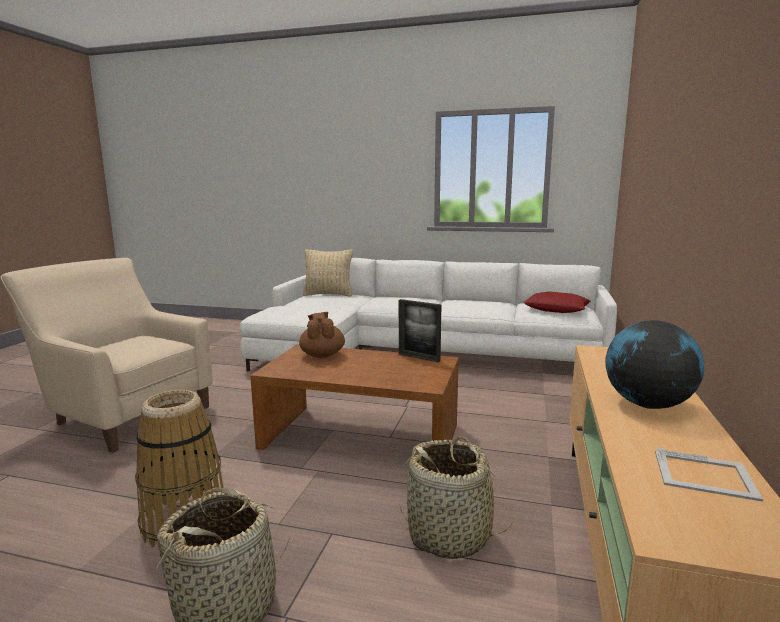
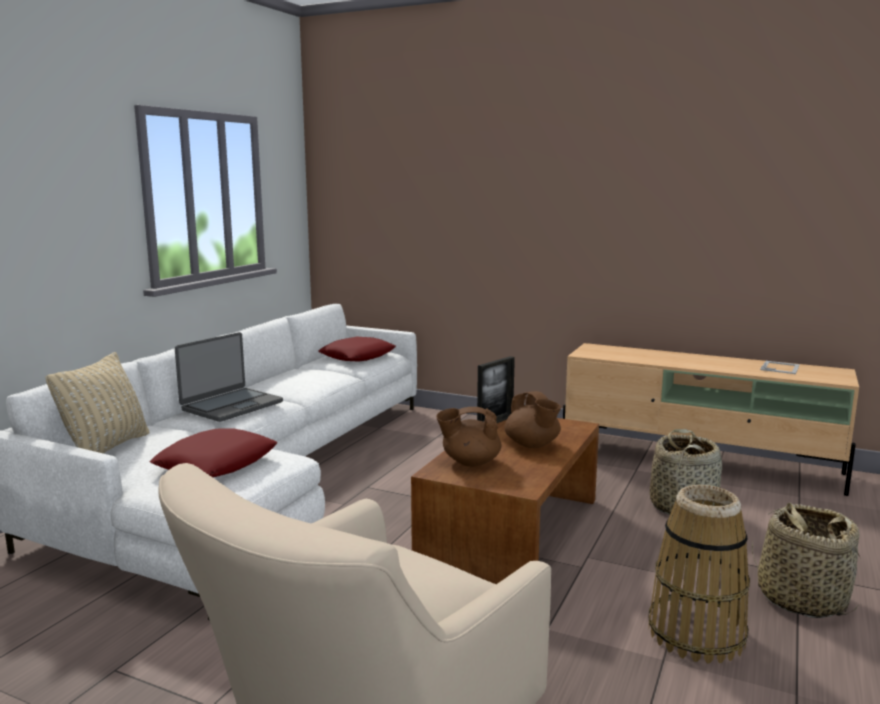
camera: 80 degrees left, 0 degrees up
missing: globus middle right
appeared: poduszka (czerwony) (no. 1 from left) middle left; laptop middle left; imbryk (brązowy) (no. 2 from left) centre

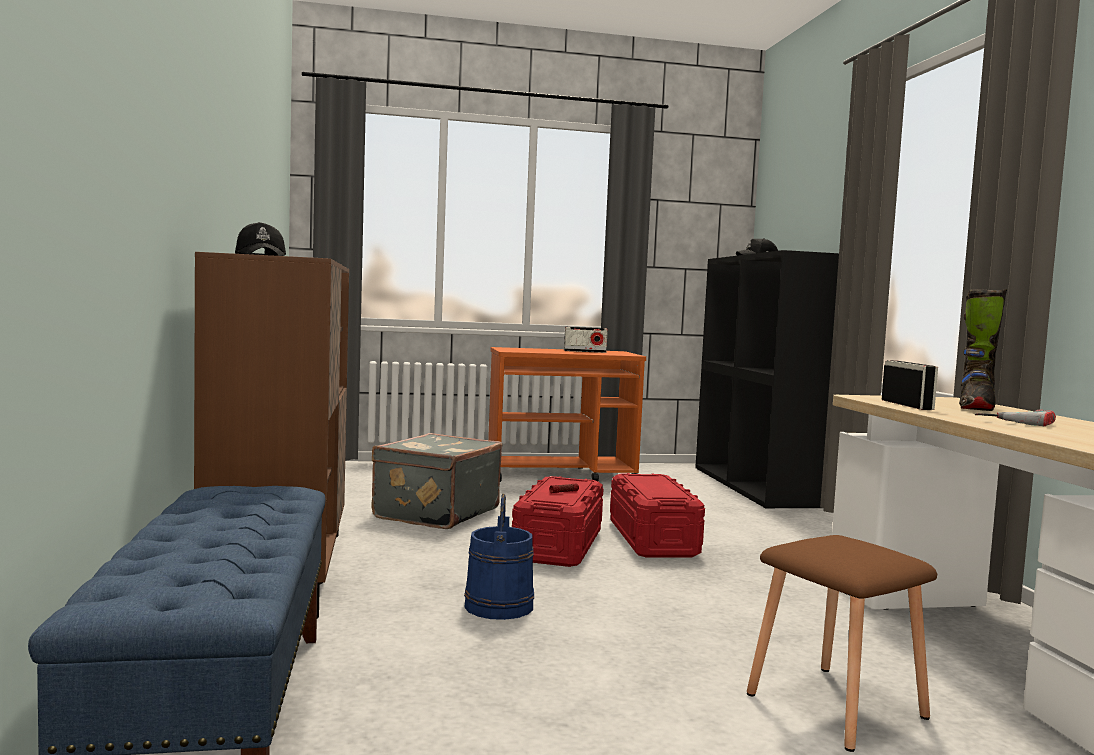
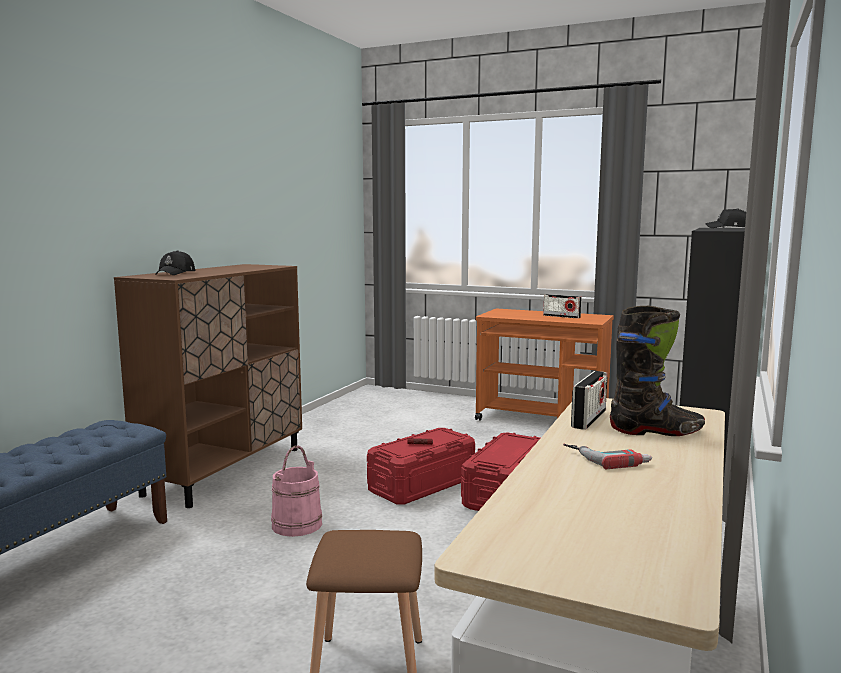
camera: 35 degrees right, 5 degrees up
missing: walizka (szary) centre
colour: wiadro (niebieski) bottom centre to wiadro (różowy) bottom centre
spun: but z cholewką (czarny) middle right = middle right 150 degrees counterclockwise

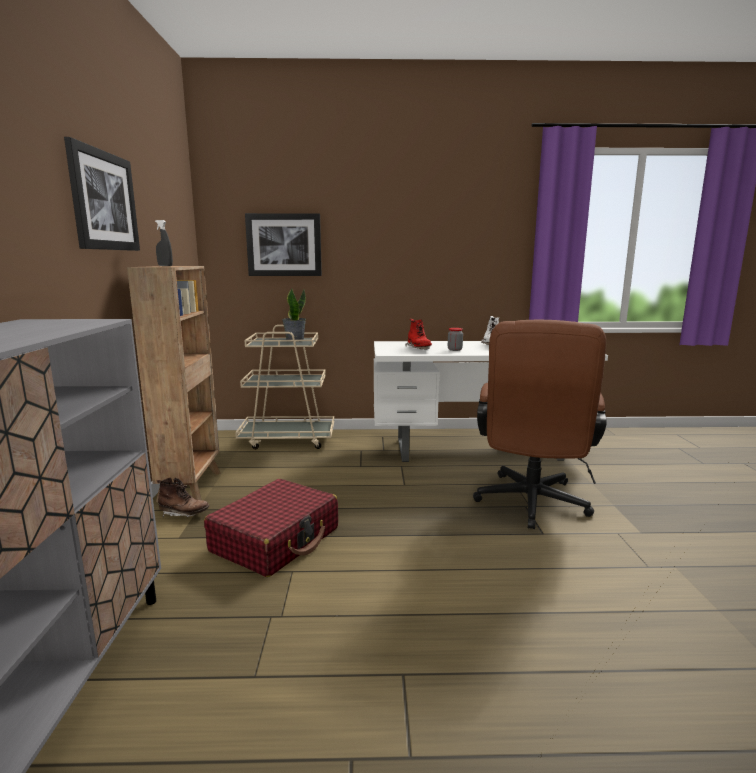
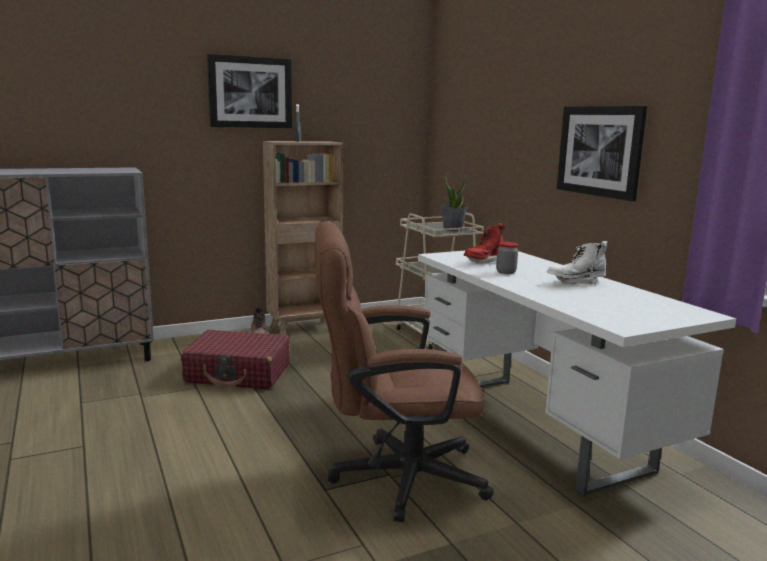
camera: 65 degrees right, 0 degrees up
relocated: obraz (no. 2 from left) top centre to top right

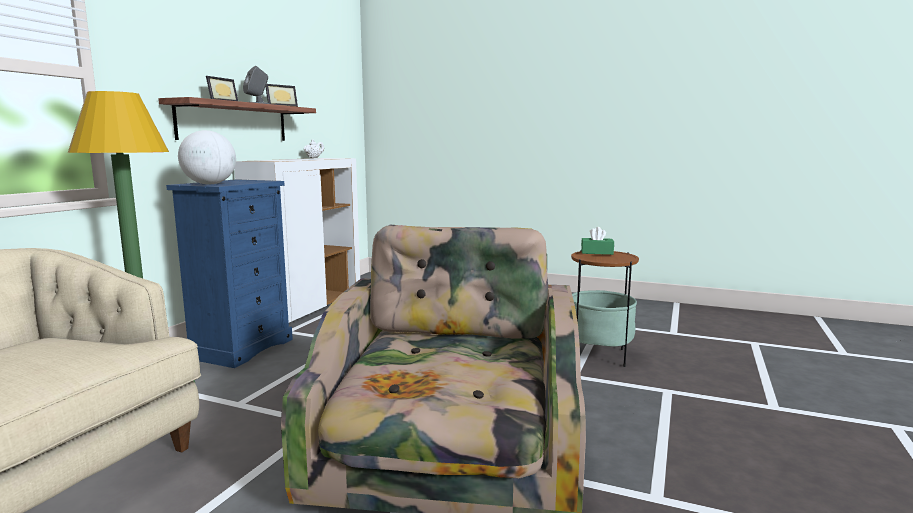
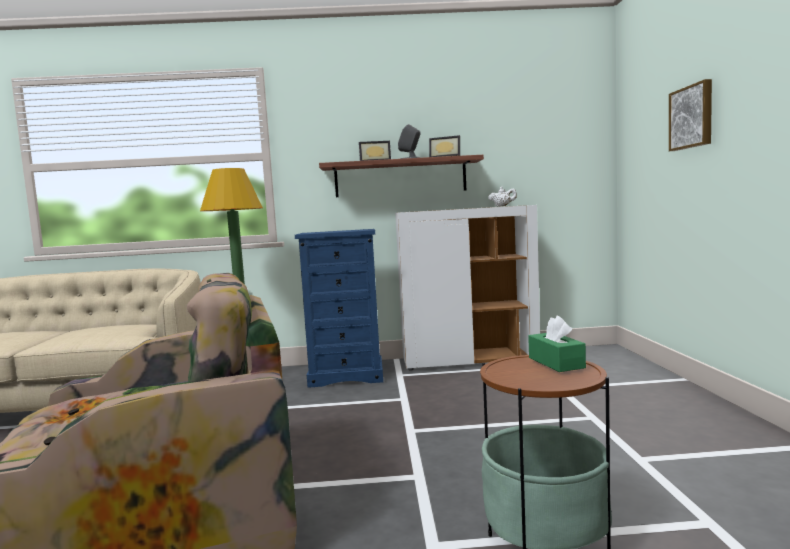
camera: 65 degrees right, 5 degrees down
missing: globus top left
appeared: obraz top right

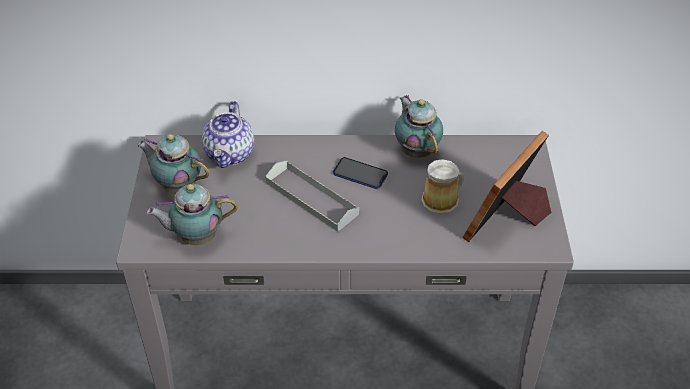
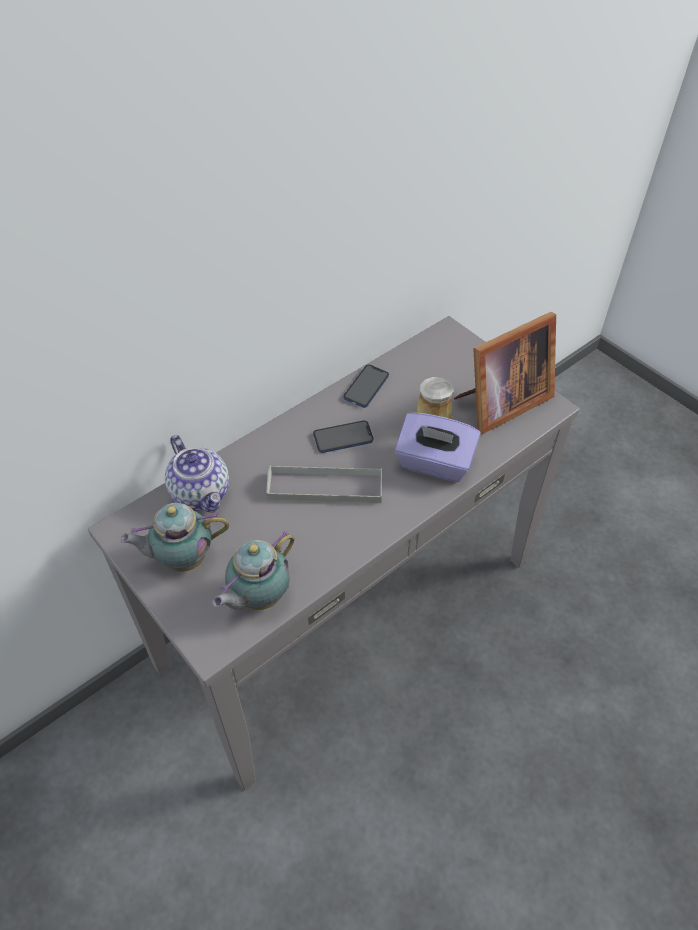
camera: 40 degrees left, 5 degrees up
appeared: pudełko chusteczek (fioletowy) centre
exchanged: imbryk (no. 4 from left) top centre to telefon (no. 2 from left) centre
spun: ramka na zdjęcie middle right = middle right 120 degrees counterclockwise

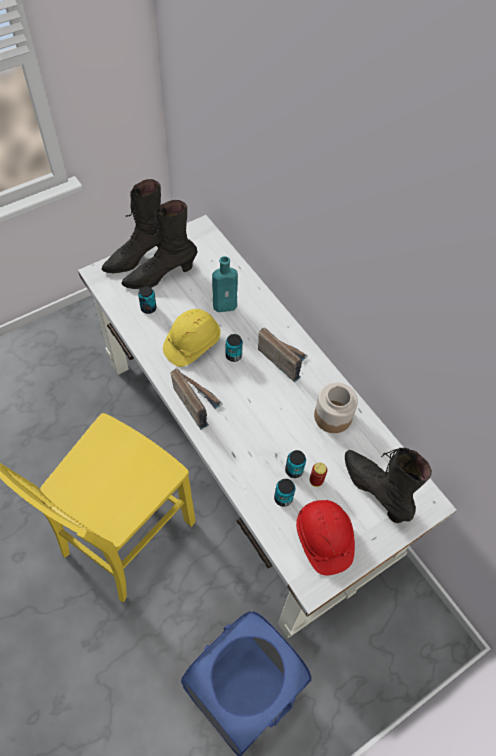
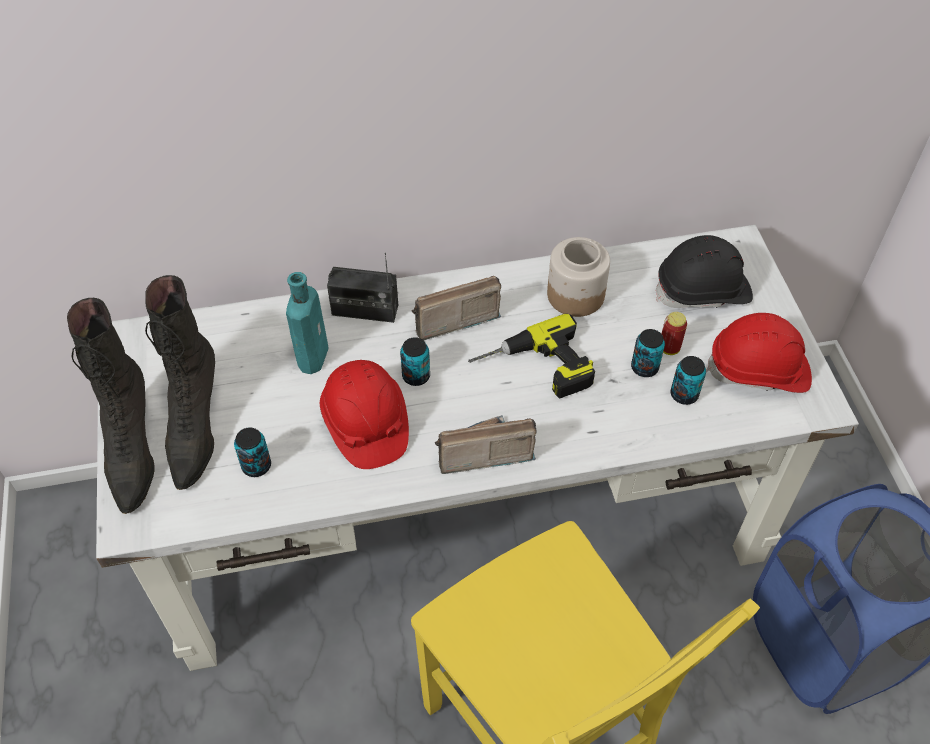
camera: 65 degrees left, 5 degrees down
appeared: radio (no. 1 from left) centre; wiertarka centre
exchanged: but z cholewką (czarny) (no. 3 from left) middle right to kask (czarny) middle right
colour: kask (żółty) centre to kask (czerwony) (no. 1 from left) centre

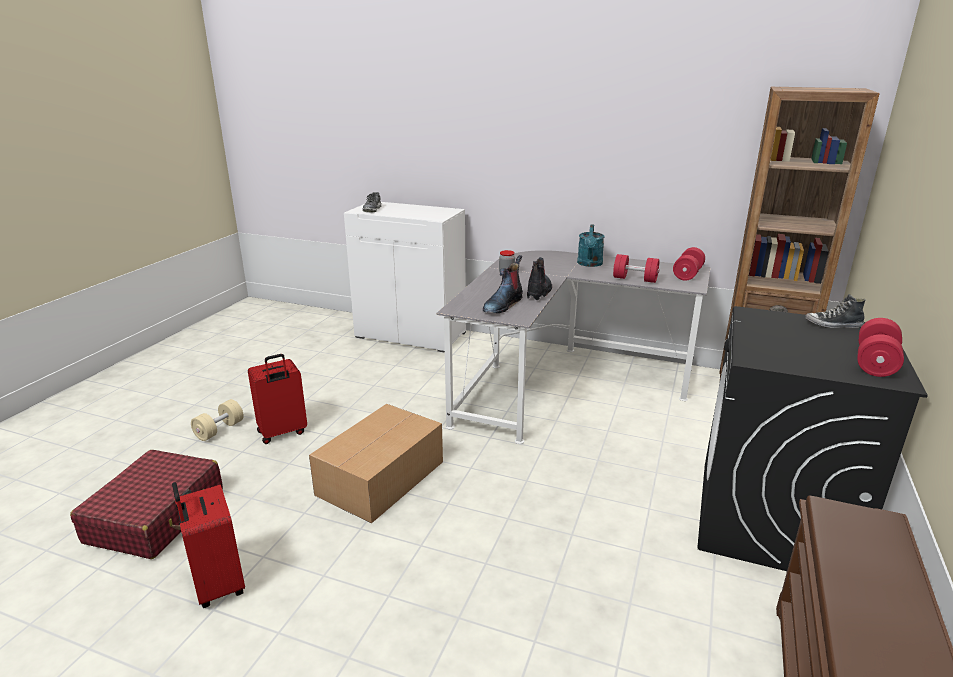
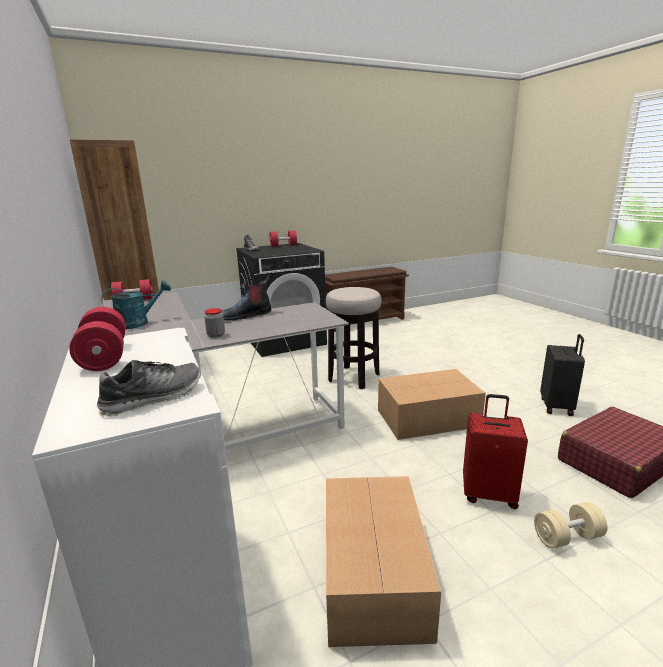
camera: 135 degrees left, 5 degrees down
missing: but z cholewką (no. 1 from left) centre
appeared: stołek centre; karton (no. 1 from left) bottom centre
relocated: hantel (czerwony) (no. 1 from left) middle right to middle left
colour: walizka (czerwony) (no. 2 from left) bottom left to walizka (czarny) middle right

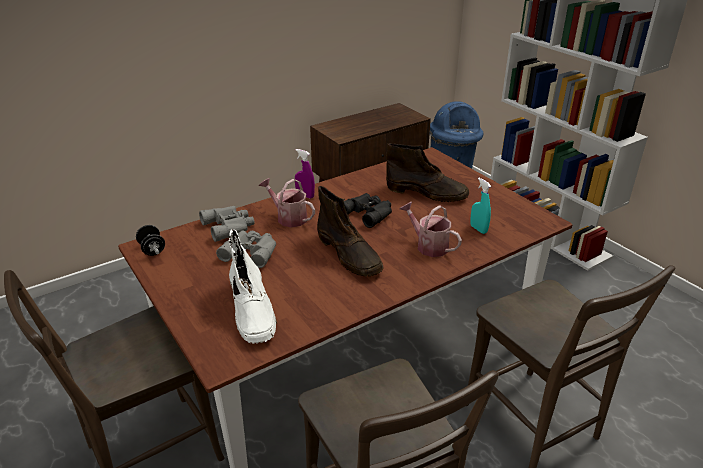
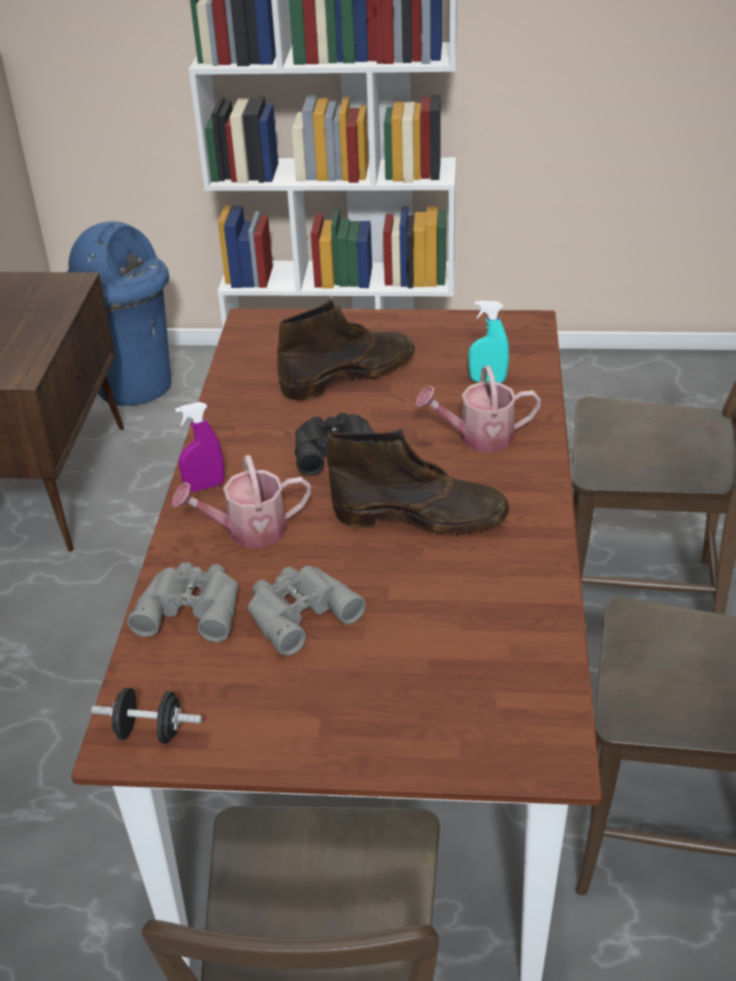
camera: 50 degrees left, 5 degrees up
missing: but z cholewką (biały) centre

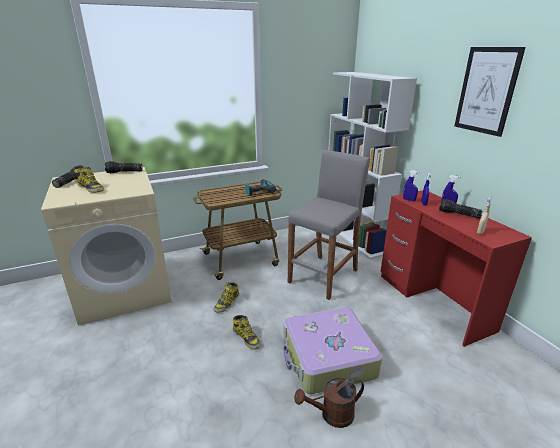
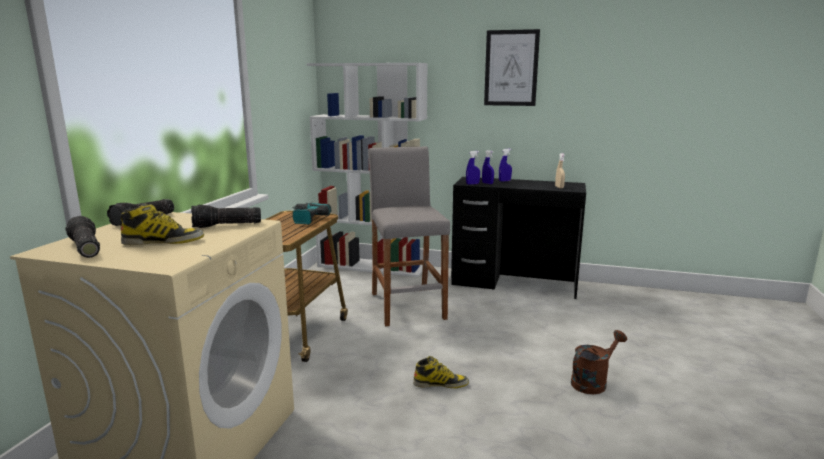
camera: 50 degrees left, 10 degrees down
missing: but z cholewką (no. 2 from left) centre; walizka bottom centre
relocated: latarka (no. 3 from left) middle right to middle left
colour: biurko (czerwony) middle right to biurko (czarny) centre
spun: konewka (brązowy) bottom centre = bottom right 150 degrees counterclockwise

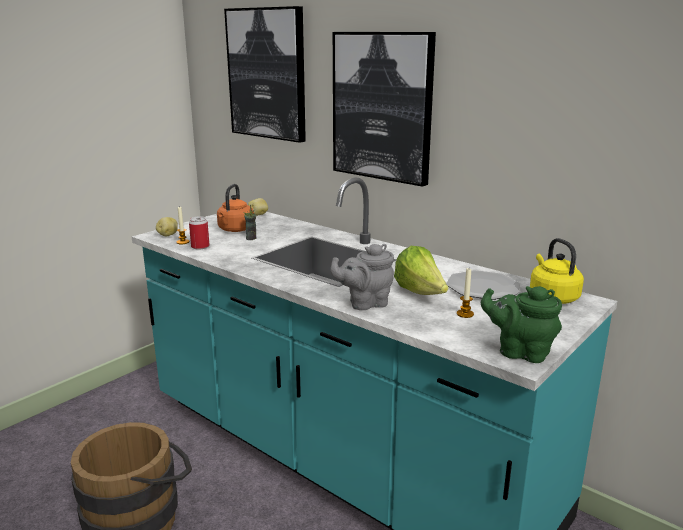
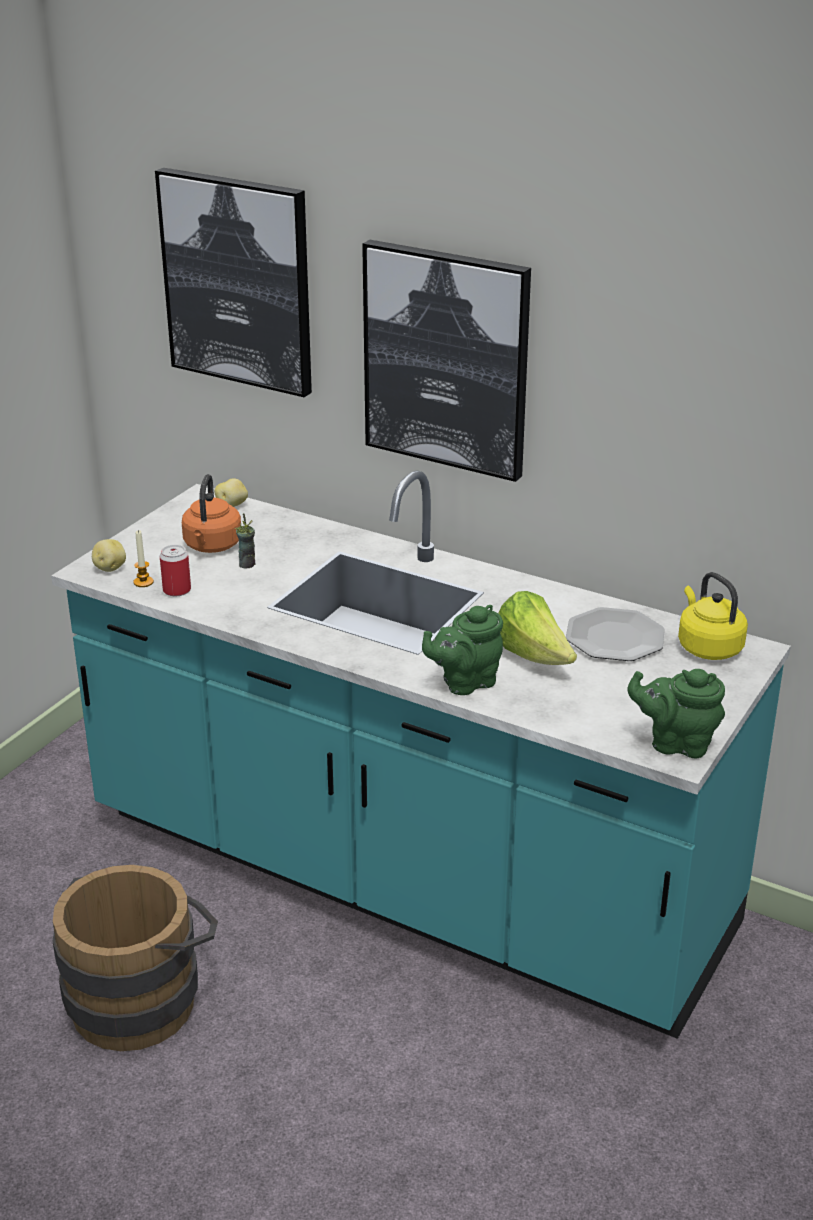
camera: 10 degrees left, 10 degrees up
missing: świeca (no. 2 from left) middle right
colour: imbryk (szary) centre to imbryk (zielony) (no. 1 from left) centre

